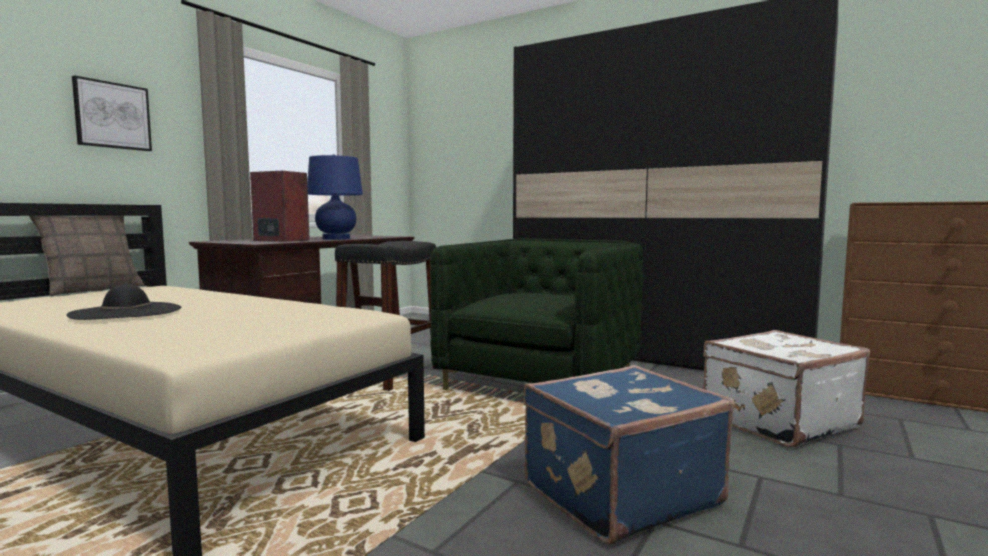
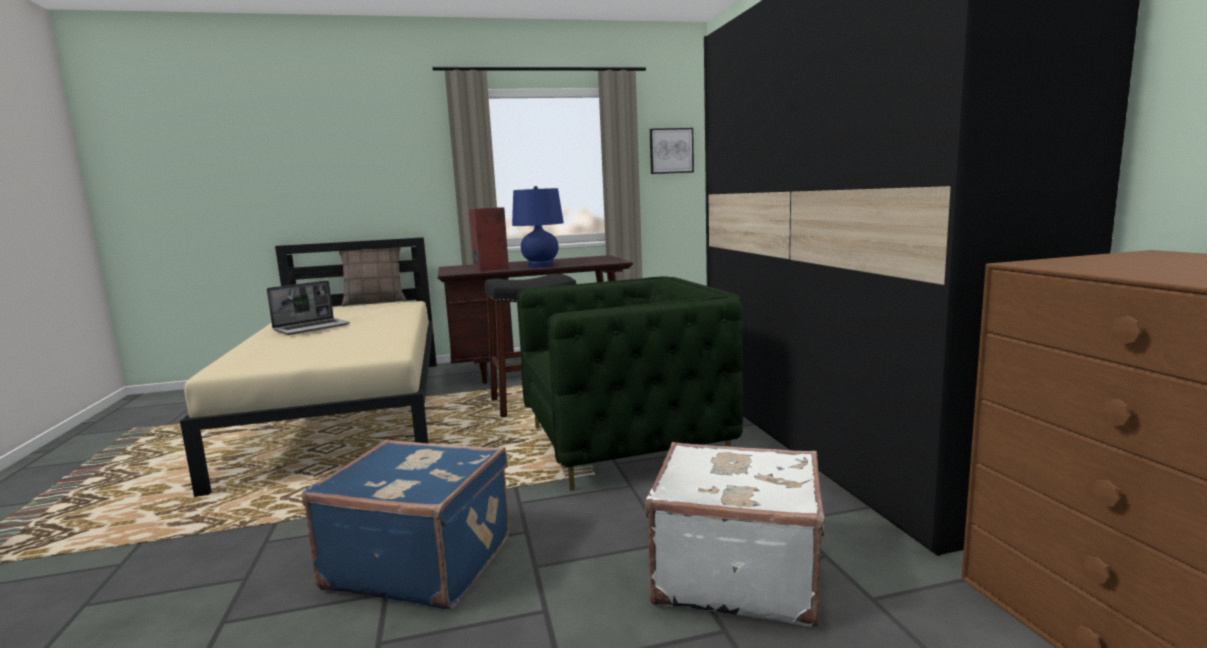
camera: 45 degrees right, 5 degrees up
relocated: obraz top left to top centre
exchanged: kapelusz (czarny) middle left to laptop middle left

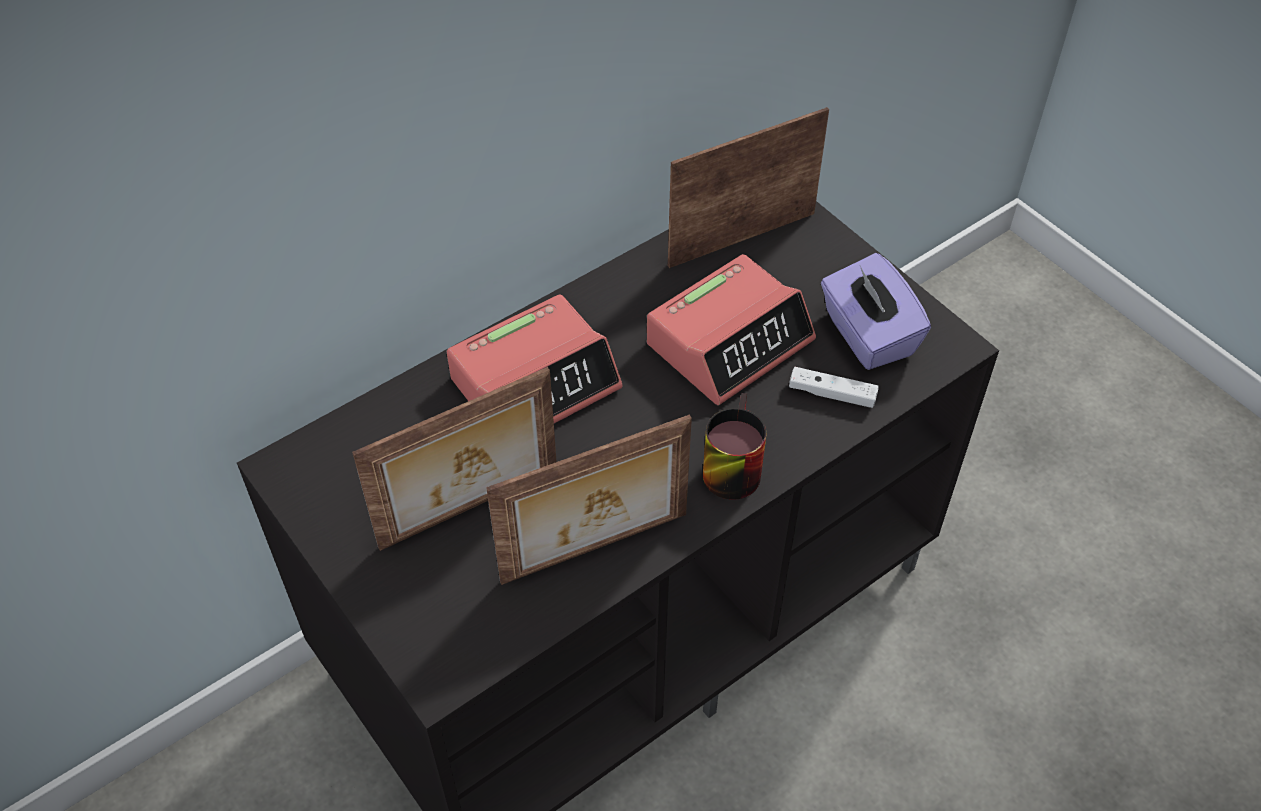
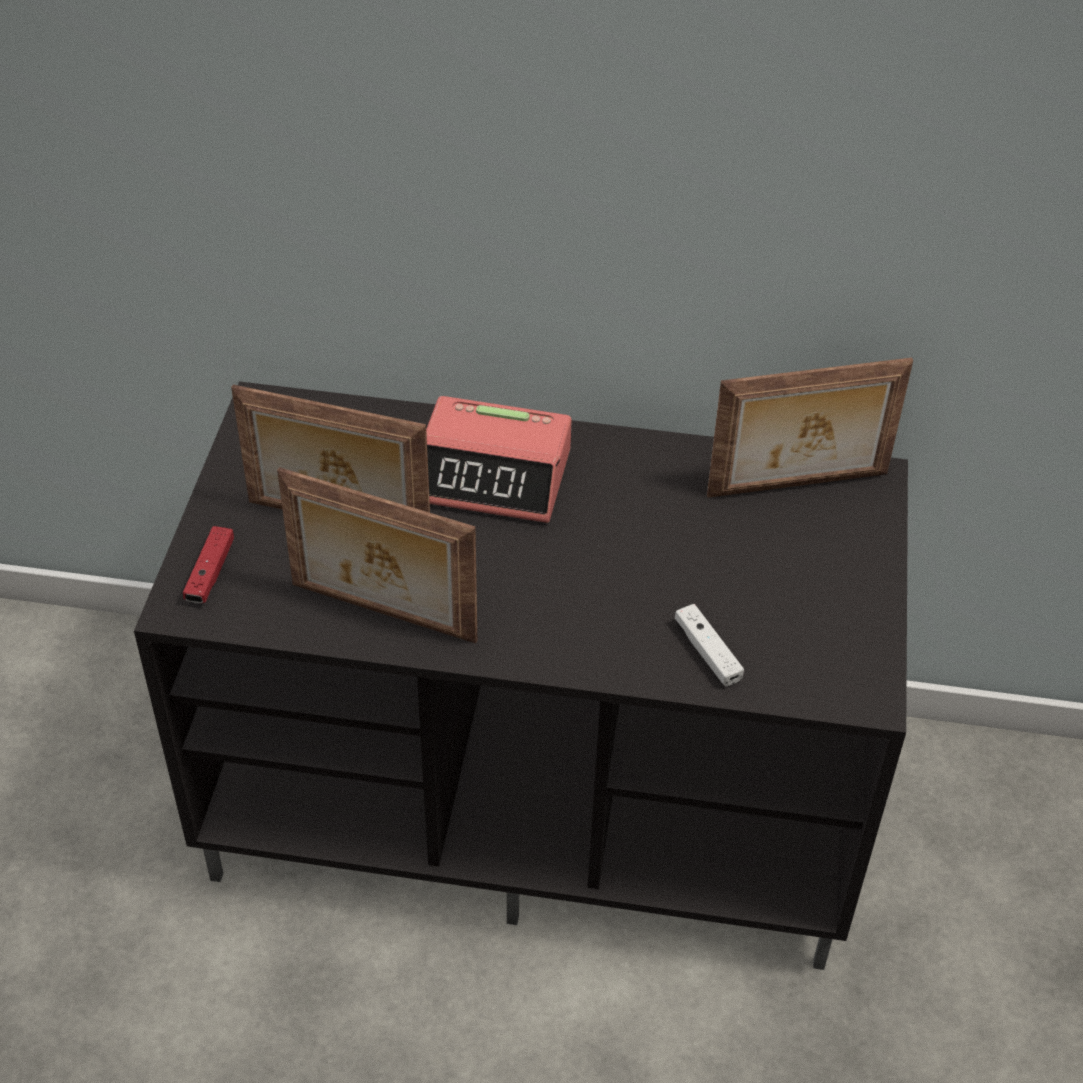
camera: 45 degrees right, 5 degrees down
missing: budzik (no. 2 from left) centre; kubek centre; pudełko chusteczek (fioletowy) middle right
appeared: pad do gier (czerwony) middle left
spun: ramka na zdjęcie (no. 3 from left) top centre = middle right 150 degrees clockwise

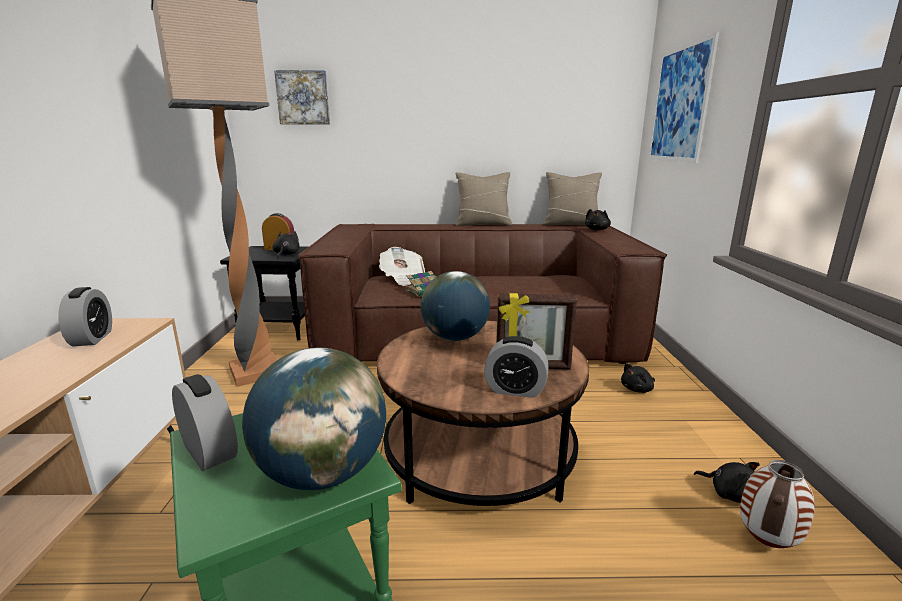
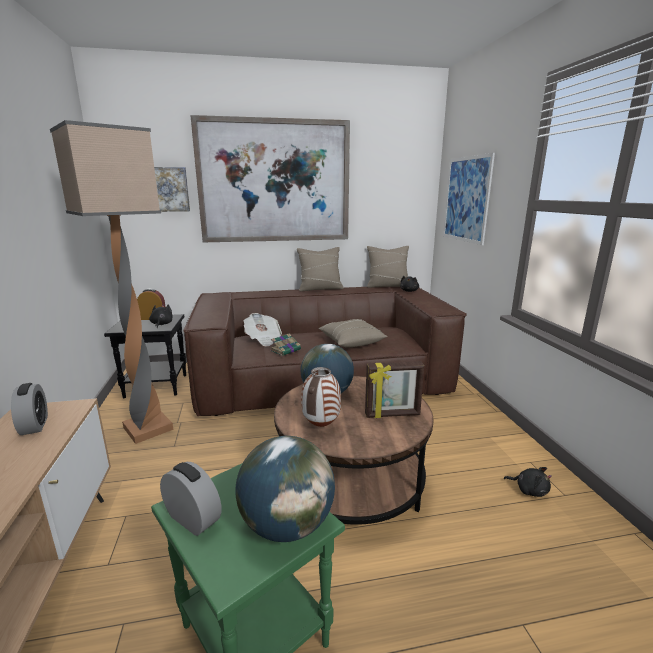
camera: 10 degrees left, 0 degrees up
missing: budzik (no. 4 from left) centre; pluszak (czarny) (no. 3 from left) middle right
appeared: obraz (no. 2 from left) top centre; poduszka (beżowy) (no. 2 from left) centre
relocated: wazon bottom right to centre

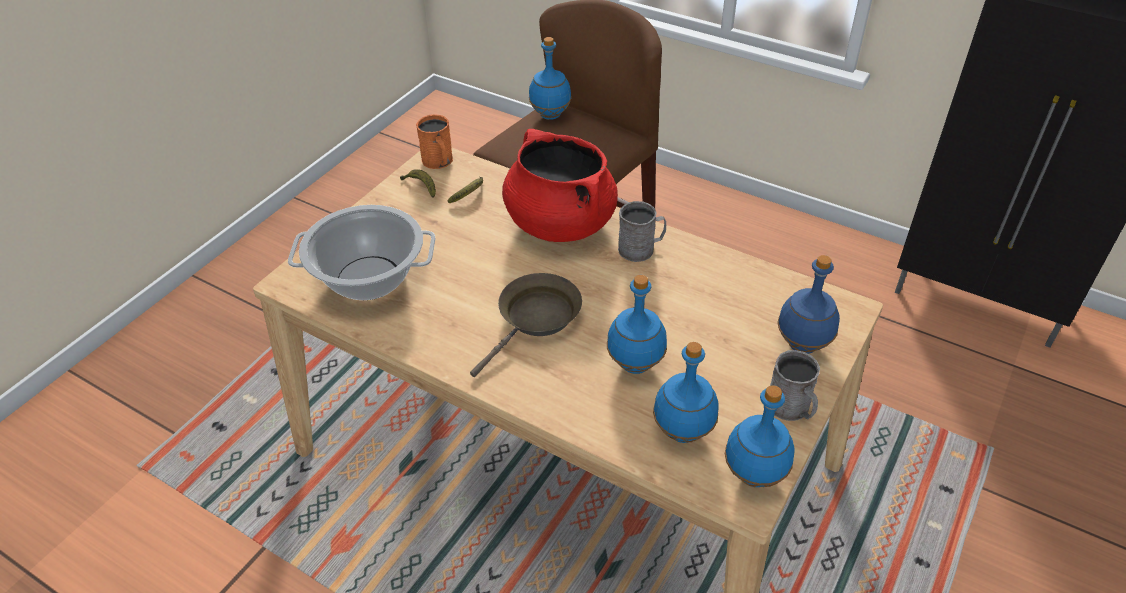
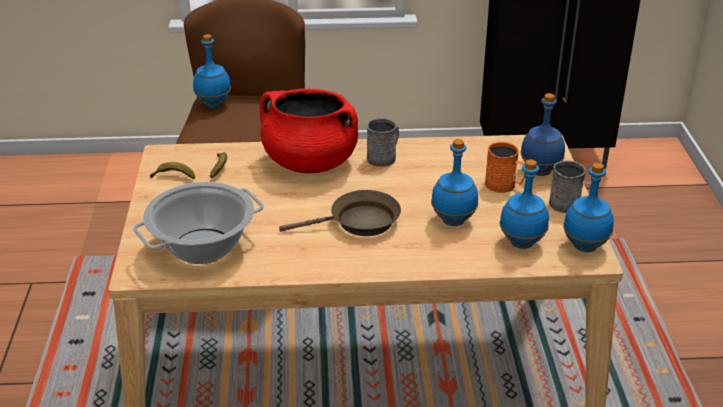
camera: 35 degrees left, 10 degrees down
relocated: kubek (pomarańczowy) top centre to middle right
spun: patelnia (brązowy) centre = centre 75 degrees clockwise

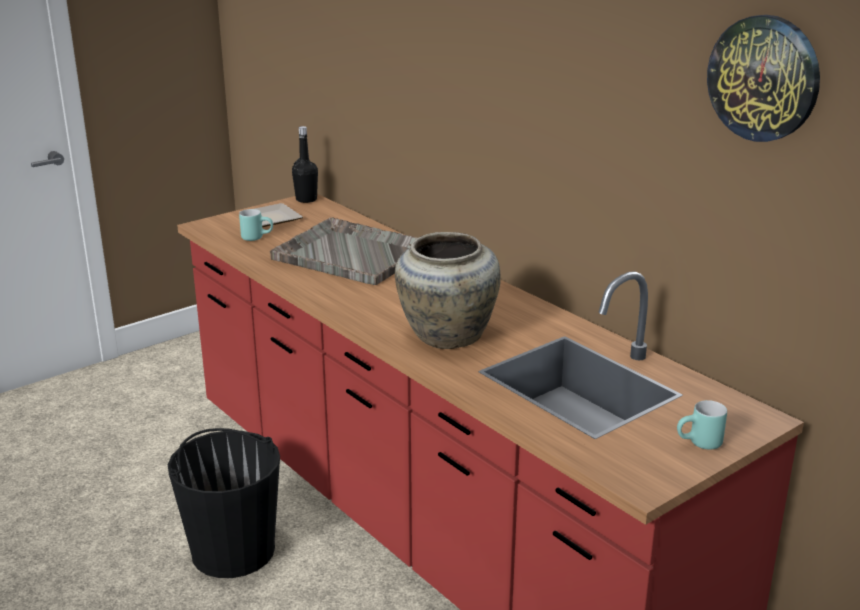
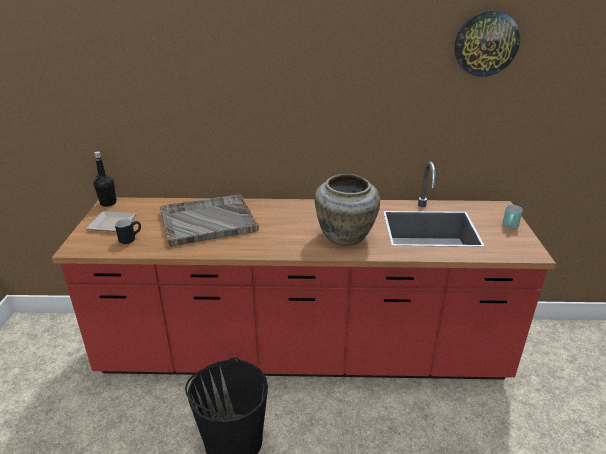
camera: 50 degrees left, 5 degrees up
colour: kubek (turkusowy) (no. 1 from left) middle left to kubek (czarny) middle left

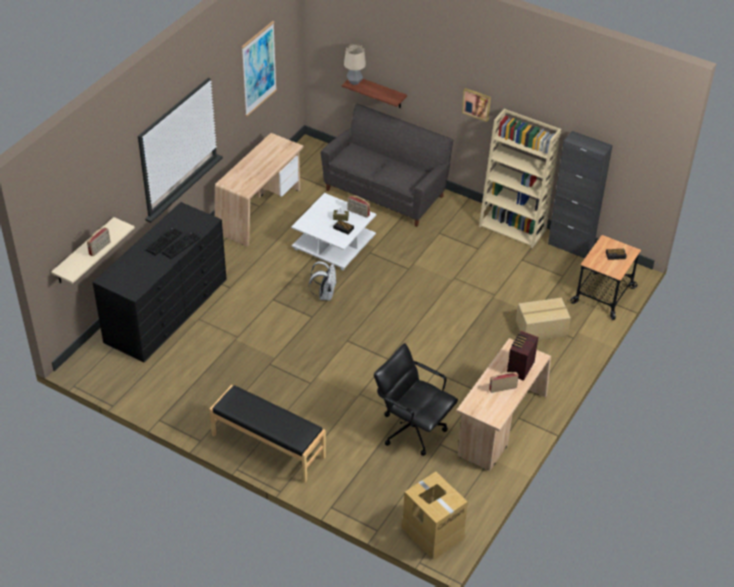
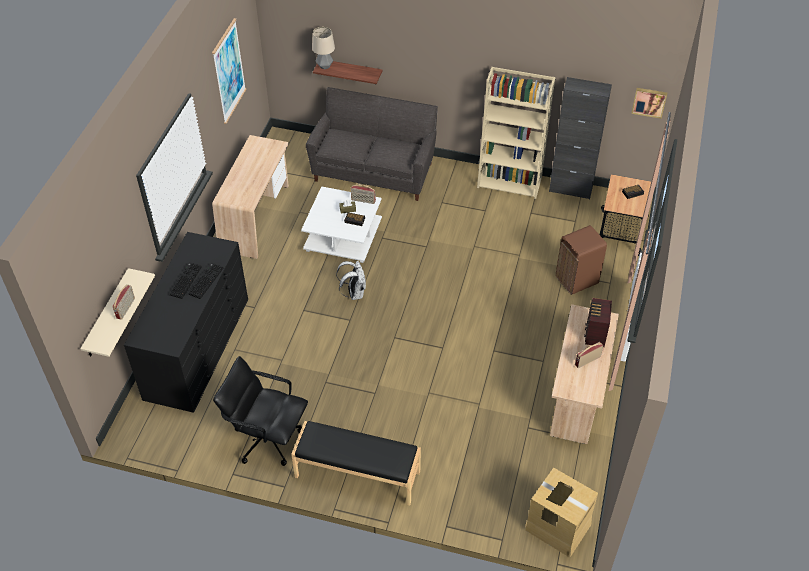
camera: 15 degrees left, 5 degrees up
relocated: krzesło biurowe (czarny) bottom centre to bottom left; obraz (no. 2 from left) top centre to top right
exchanged: karton (no. 2 from left) middle right to kosz na śmieci (brązowy) middle right

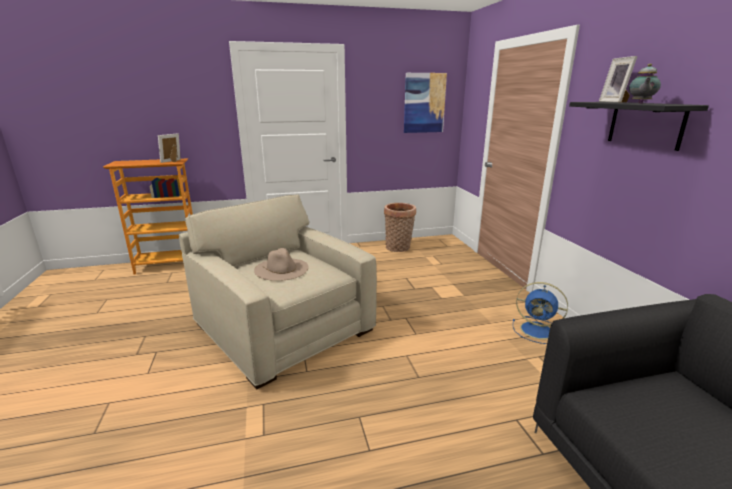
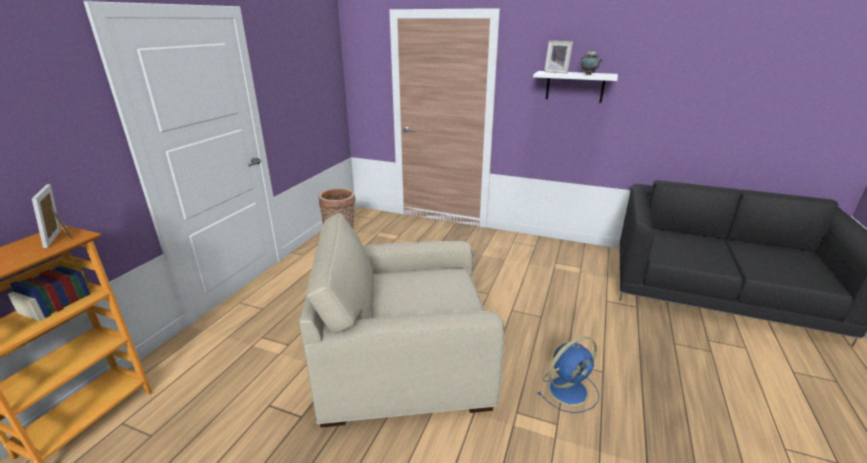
camera: 55 degrees left, 5 degrees up
missing: kapelusz (beżowy) centre; obraz top centre
relocated: wentylator (niebieski) middle right to bottom centre
colour: półka (czarny) top right to półka (biały) top centre

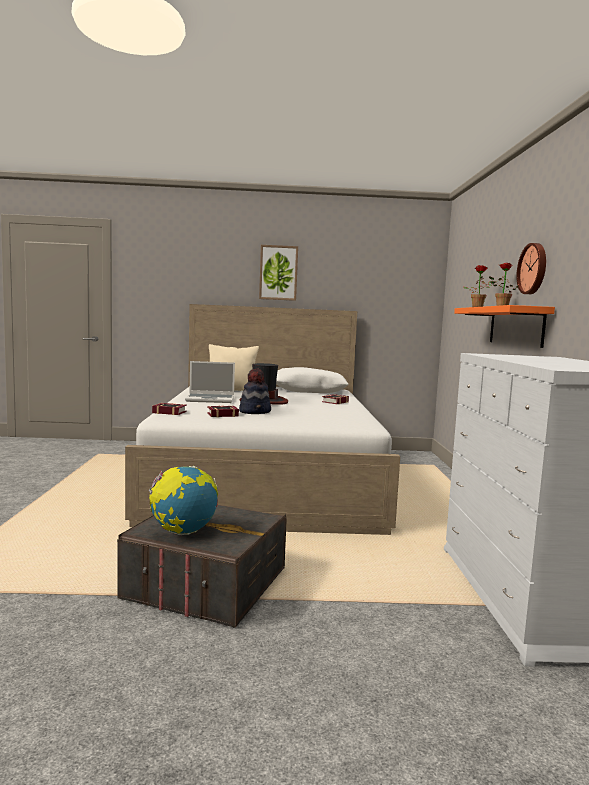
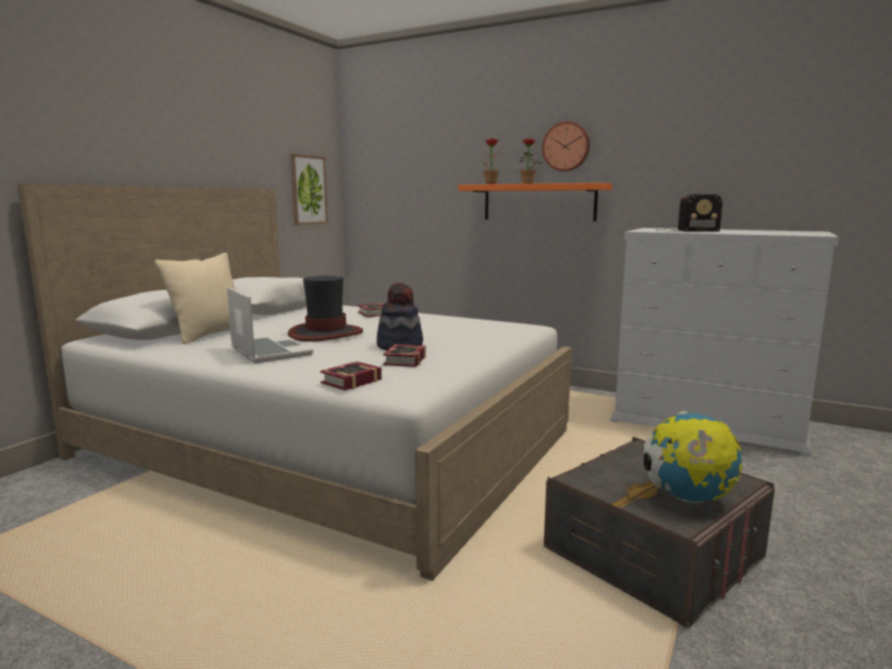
camera: 60 degrees left, 5 degrees up
appeared: radio top right
relocated: obraz centre to top centre
spun: laptop centre = middle left 60 degrees counterclockwise

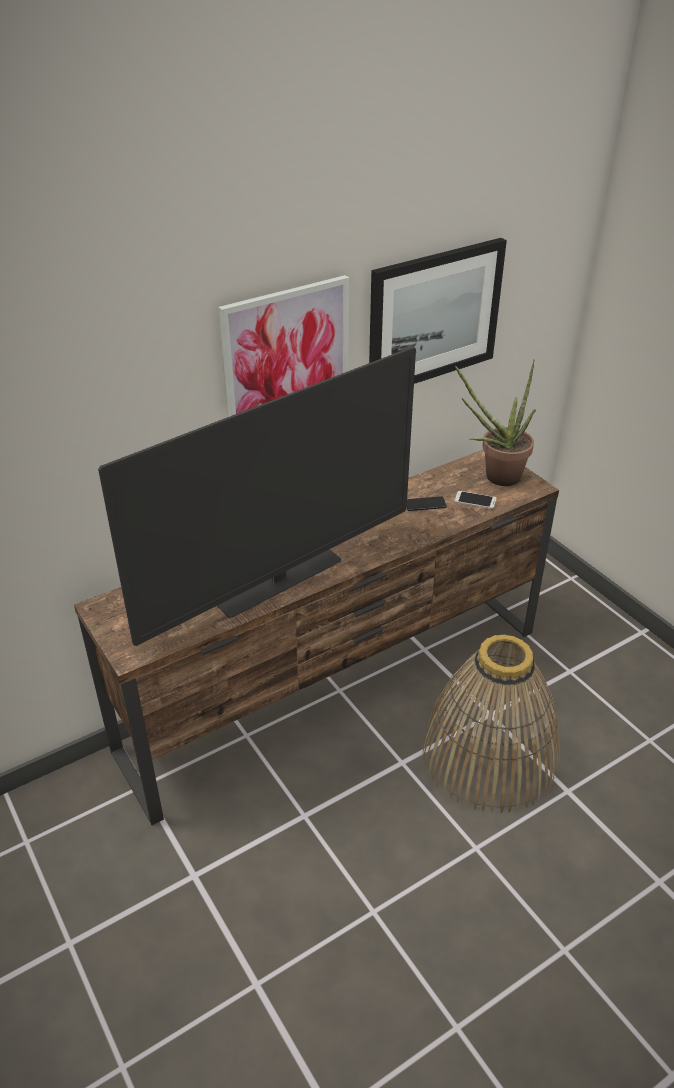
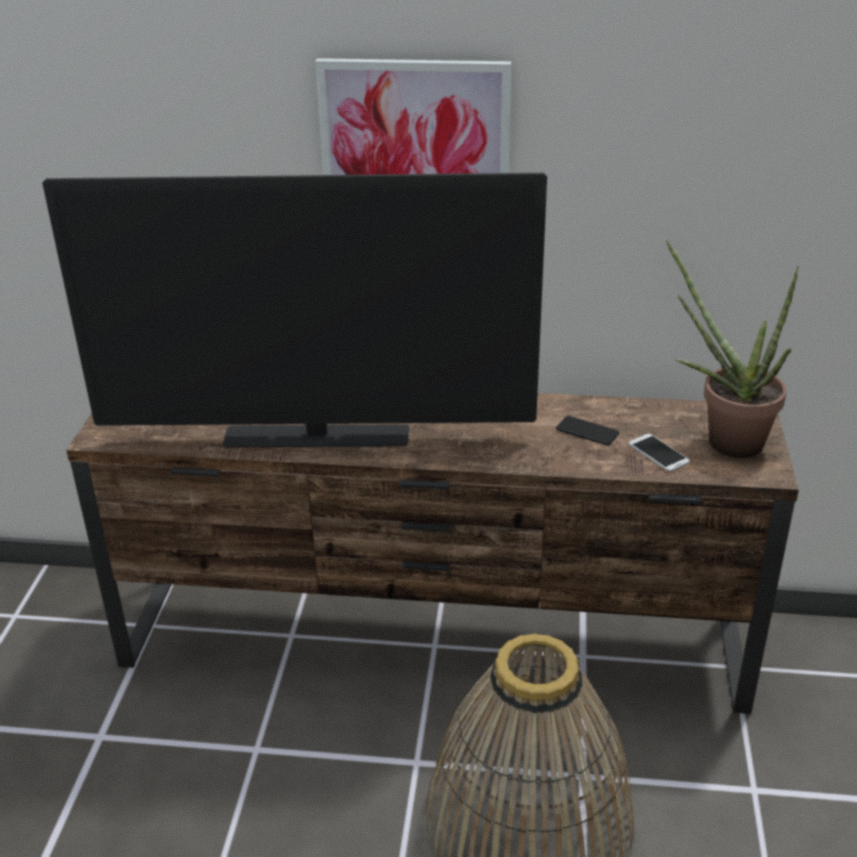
camera: 40 degrees right, 5 degrees down
missing: obraz (no. 2 from left) top centre

